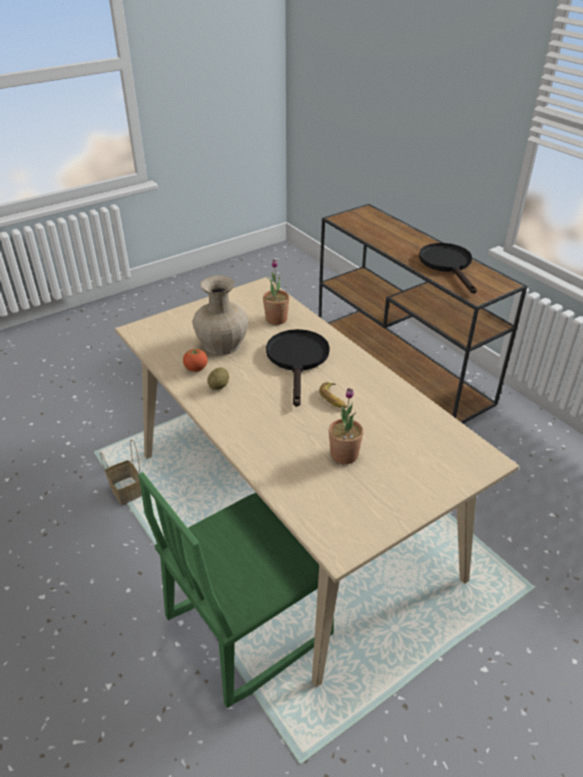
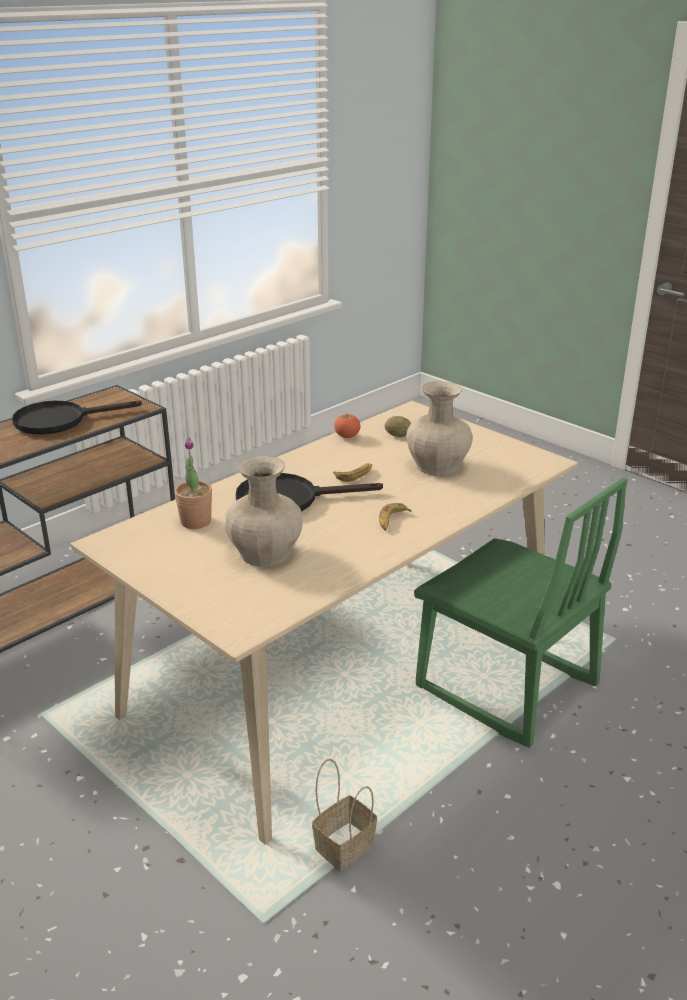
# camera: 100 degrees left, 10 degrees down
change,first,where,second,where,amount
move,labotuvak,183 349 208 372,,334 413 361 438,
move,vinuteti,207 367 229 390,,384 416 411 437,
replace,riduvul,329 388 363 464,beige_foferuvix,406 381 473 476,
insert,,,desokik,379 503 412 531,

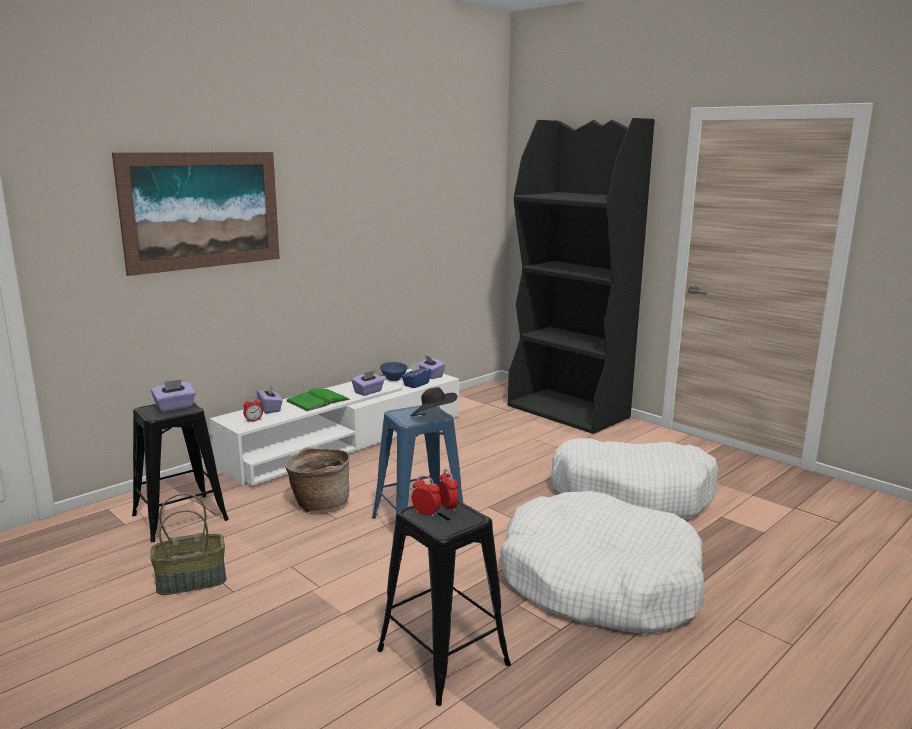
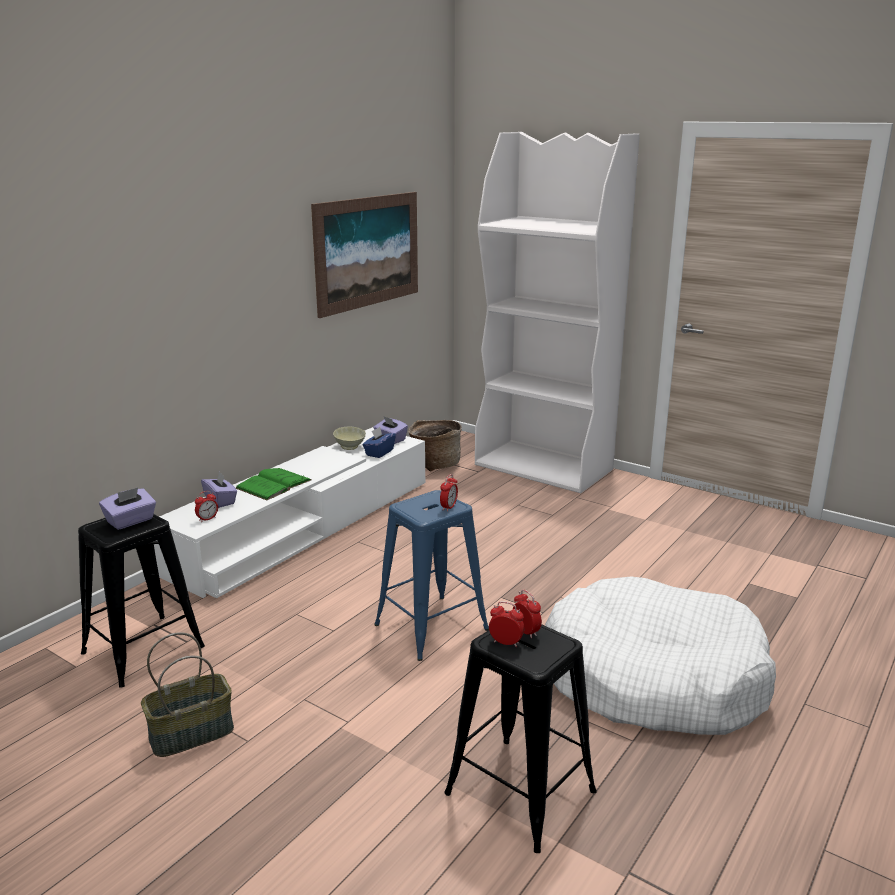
# camera: 10 degrees left, 5 degrees up
change,first,where,second,where,amount
recolor,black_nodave,508 118 655 434,white_nodave,475 132 640 493,
move,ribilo,112 152 280 276,,311 192 418 318,
recolor,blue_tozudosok,380 362 408 381,beige_tozudosok,333 427 366 450,
delete,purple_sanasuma,352 370 384 396,,,
replace,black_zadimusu,410 387 457 416,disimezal,440 474 458 511,
delete,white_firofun,551 438 718 519,,,
move,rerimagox,285 447 350 513,,408 420 462 472,

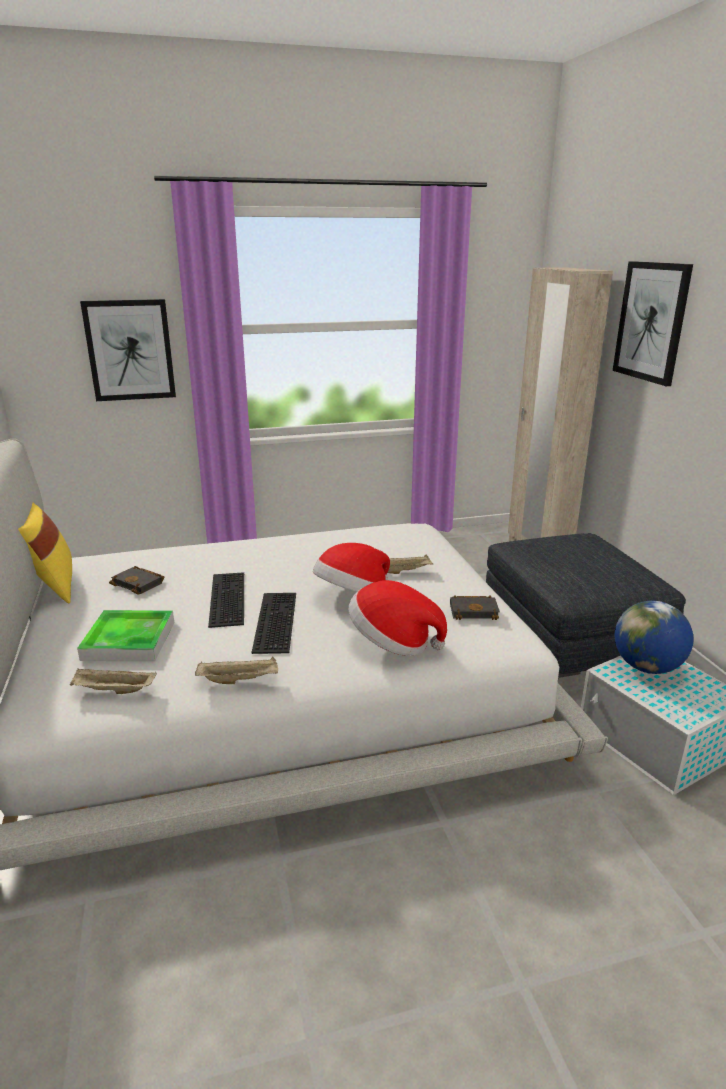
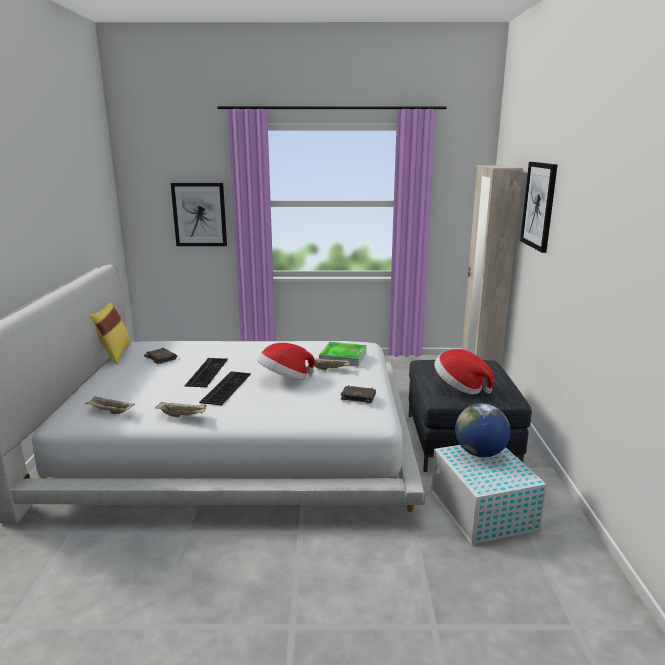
# camera: 15 degrees right, 5 degrees down
change,first,where,second,where,amount
move,zadimusu,349 580 447 656,,434 349 494 394,
move,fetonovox,77 610 174 661,,319 342 367 367,

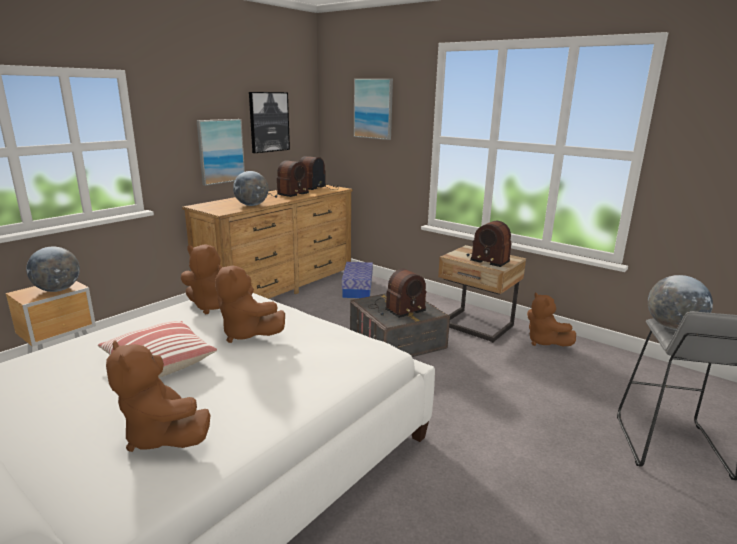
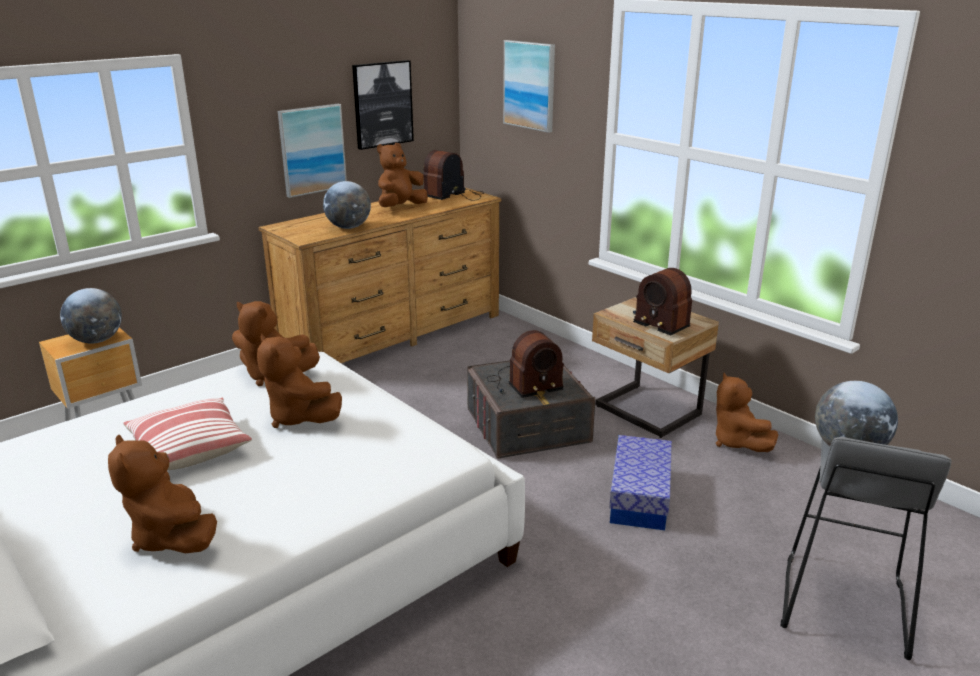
# camera: 10 degrees right, 5 degrees up
change,first,where,second,where,amount
replace,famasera,268 160 309 198,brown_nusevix,377 143 428 207,
move,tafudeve,342 262 373 298,,609 435 672 530,

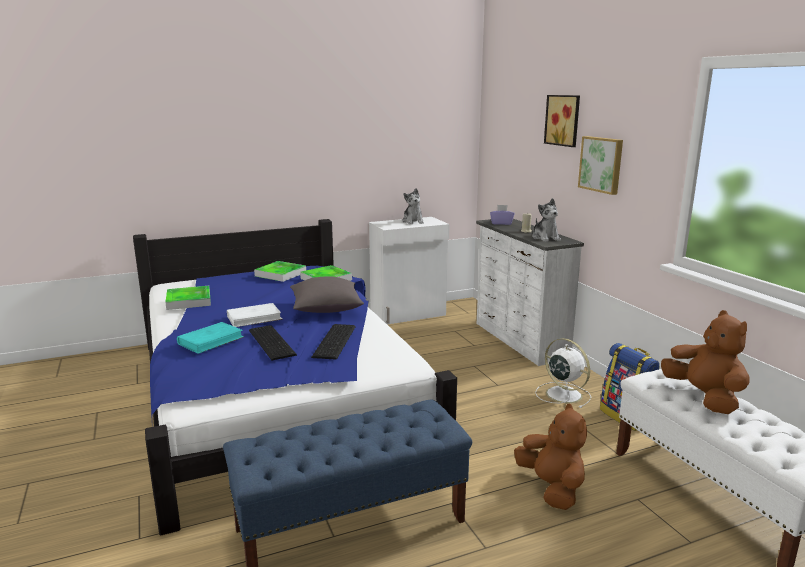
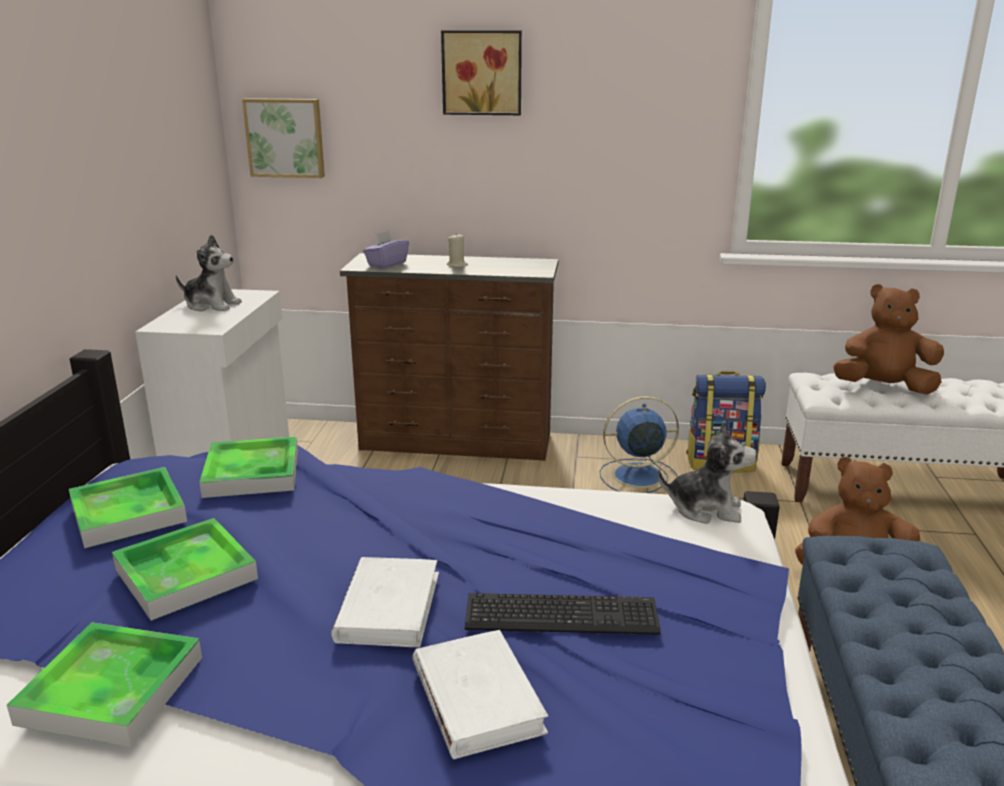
# camera: 60 degrees left, 5 degrees up
change,first,where,second,where,amount
move,ribilo,578 136 623 195,,242 98 325 178,
move,nusevix,532 198 561 242,,658 421 757 524,
recolor,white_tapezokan,476 219 584 366,brown_tapezokan,340 253 558 461,
delete,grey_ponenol,290 276 364 313,,,
recolor,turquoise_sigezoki,177 322 244 354,white_sigezoki,412 630 548 759,
delete,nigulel,311 324 356 360,,,
recolor,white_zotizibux,535 338 591 408,blue_zotizibux,600 396 679 493,
insert,,,fetonovox,112 518 258 621,

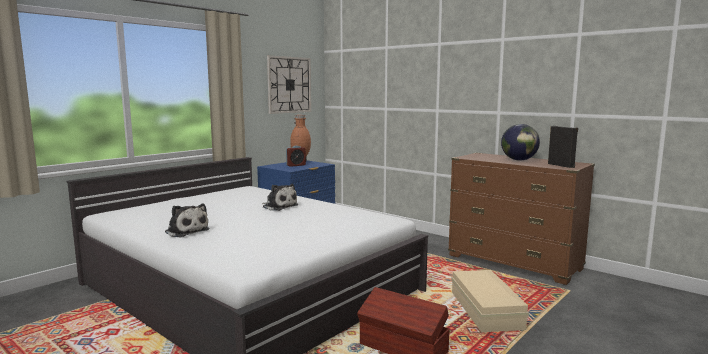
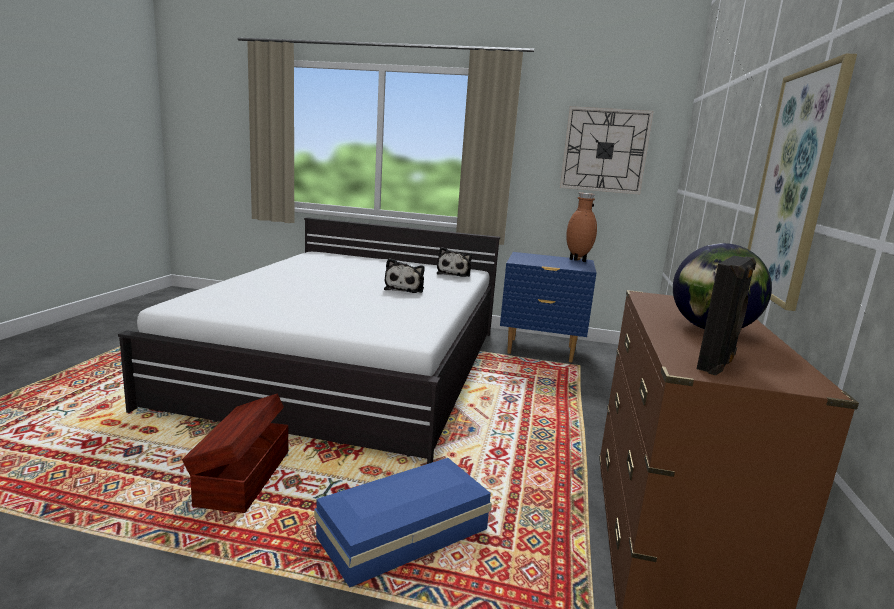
# camera: 60 degrees right, 5 degrees up
change,first,where,second,where,amount
delete,disimezal,286 146 306 167,,,
move,nusevix,165 203 210 238,,437 247 472 277,
recolor,beige_tafudeve,451 270 529 332,blue_tafudeve,314 458 492 587,
insert,,,ribilo,747 53 857 311,

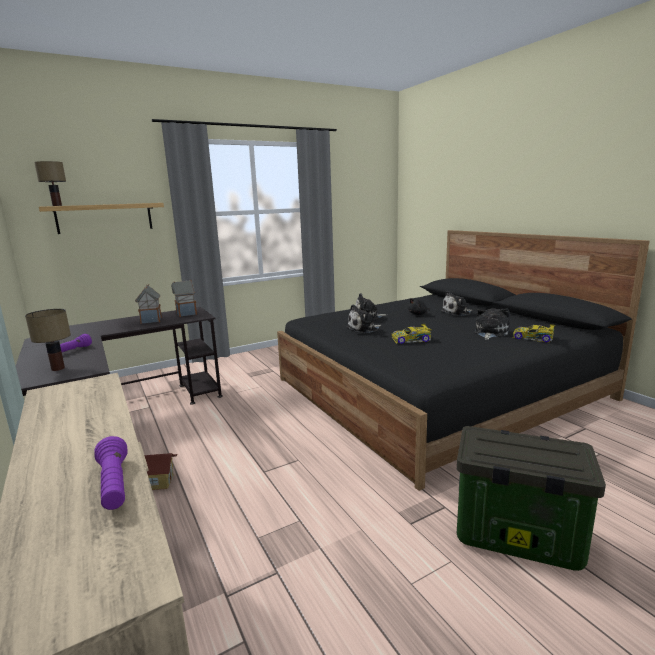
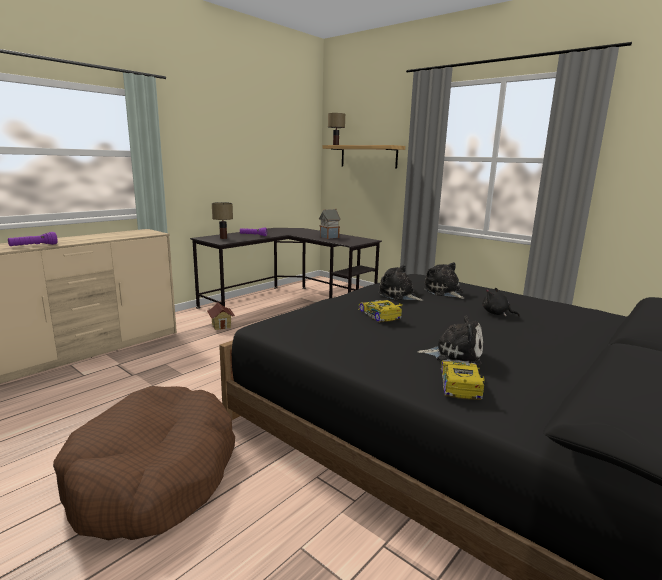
# camera: 70 degrees right, 0 degrees up
change,first,where,second,where,amount
delete,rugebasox,171 280 197 317,,,
delete,nusevix,441 291 472 316,,,
replace,tafudeve,457 426 606 571,brown_firofun,53 386 235 540,

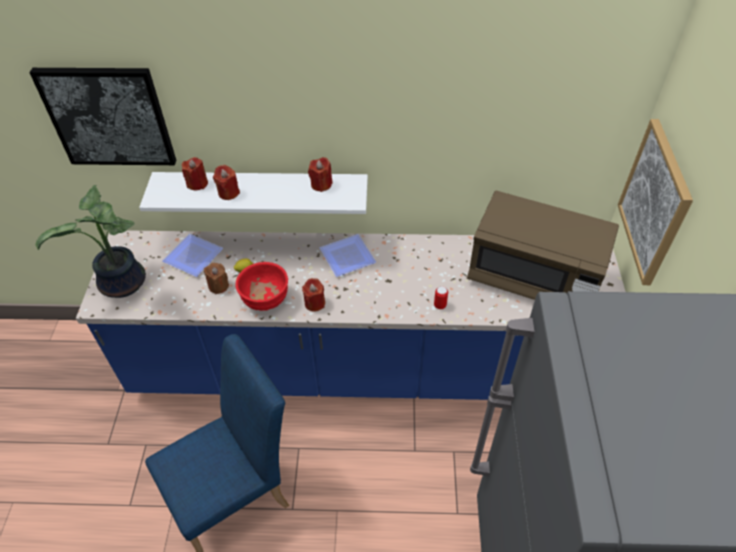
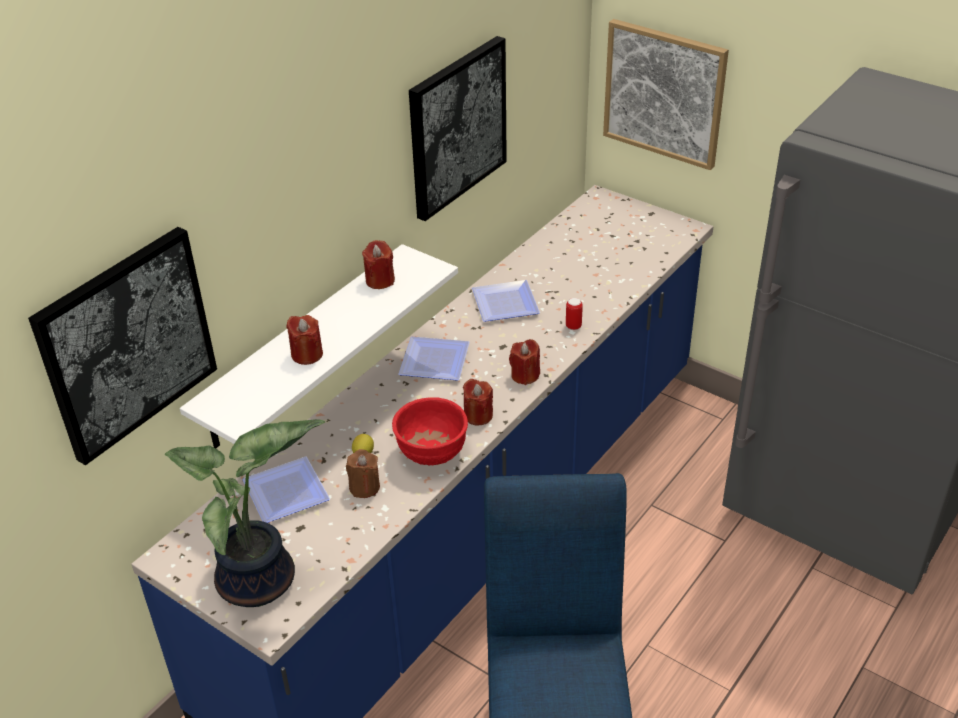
# camera: 55 degrees left, 10 degrees down
change,first,where,second,where,amount
move,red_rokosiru,182 157 208 190,,509 339 540 385,
delete,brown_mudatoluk,467 191 619 300,,,
insert,,,ribilo,409 36 507 221,
insert,,,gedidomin,472 280 540 322,

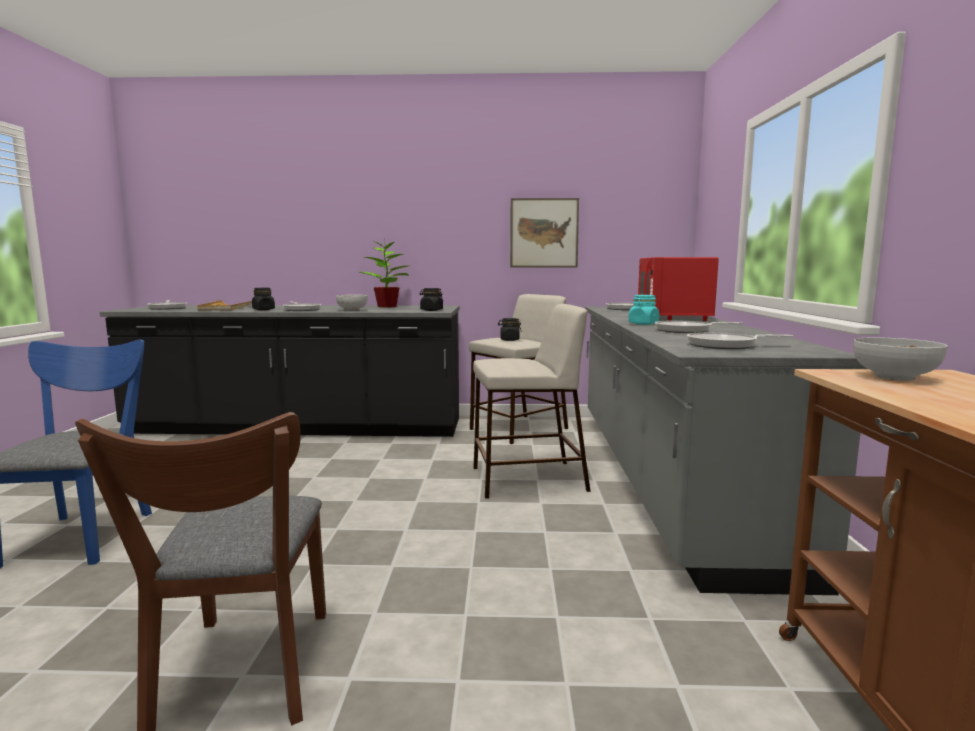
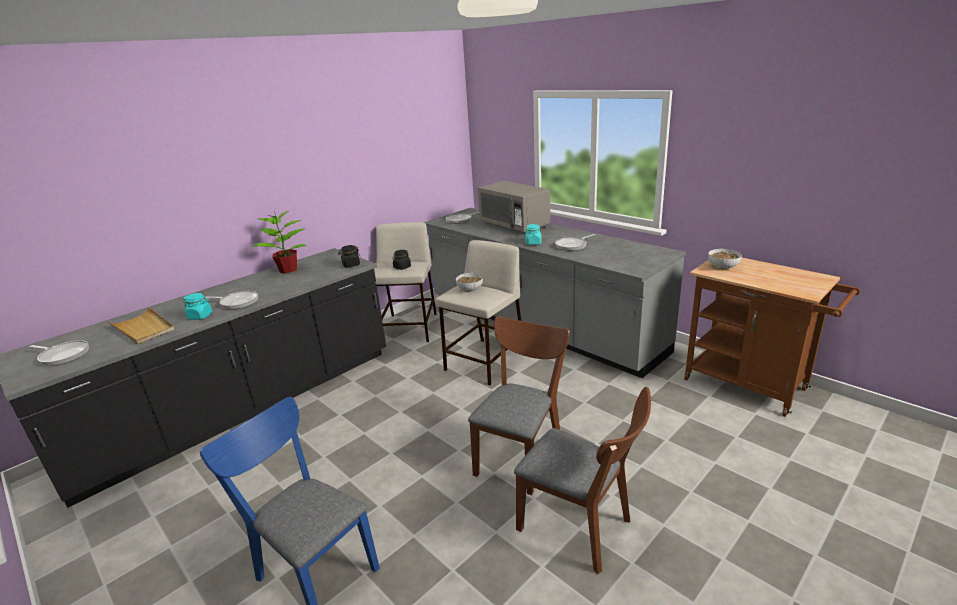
# camera: 45 degrees left, 15 degrees up
change,first,where,second,where,amount
delete,ribilo,510 198 579 268,,,
recolor,red_mudatoluk,638 257 719 321,grey_mudatoluk,478 181 551 232,
recolor,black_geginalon,252 288 275 310,turquoise_geginalon,183 293 212 320,
move,tozudosok,336 295 368 311,,456 273 483 292,
delete,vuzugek,687 332 794 349,,,
insert,,,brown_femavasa,468 316 570 495,

